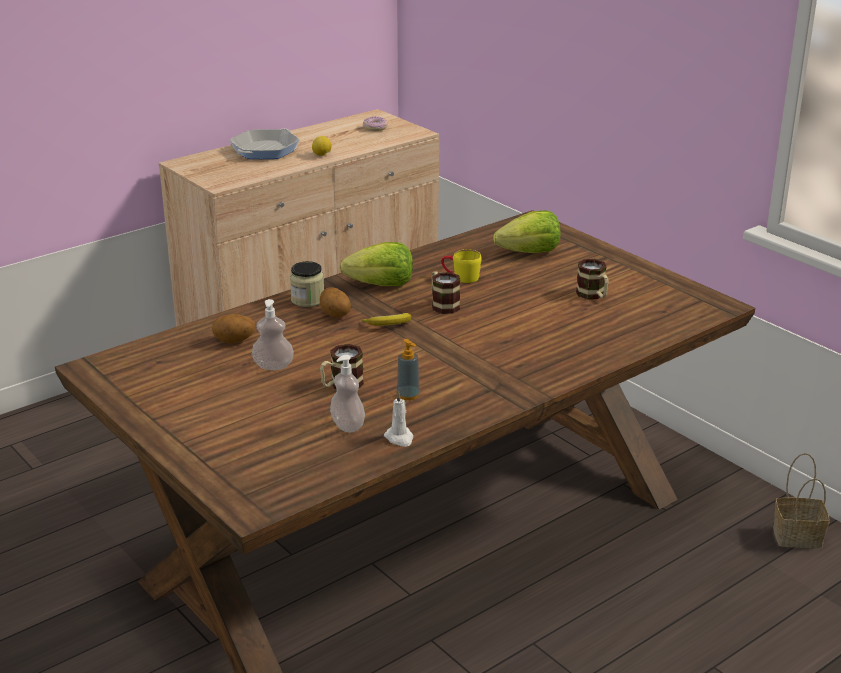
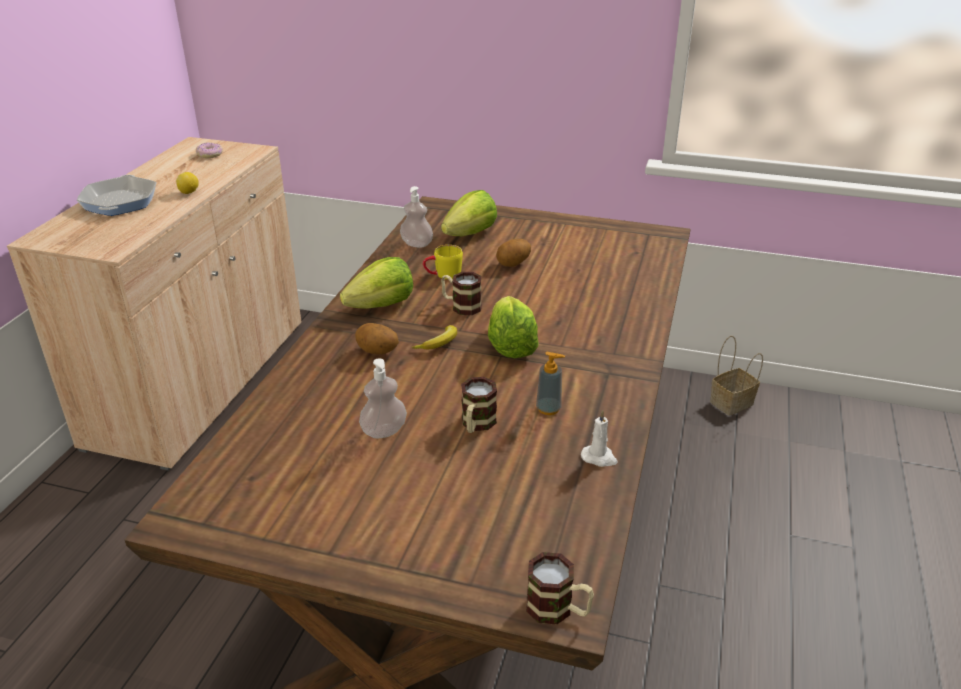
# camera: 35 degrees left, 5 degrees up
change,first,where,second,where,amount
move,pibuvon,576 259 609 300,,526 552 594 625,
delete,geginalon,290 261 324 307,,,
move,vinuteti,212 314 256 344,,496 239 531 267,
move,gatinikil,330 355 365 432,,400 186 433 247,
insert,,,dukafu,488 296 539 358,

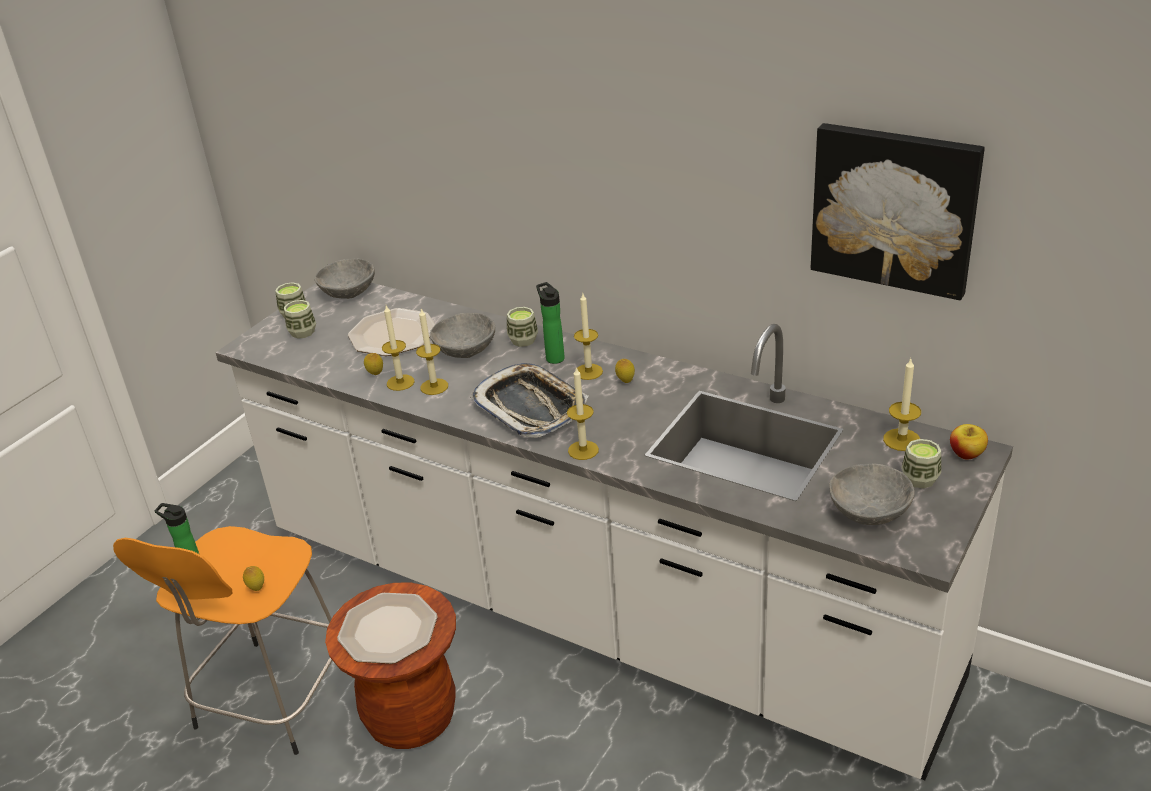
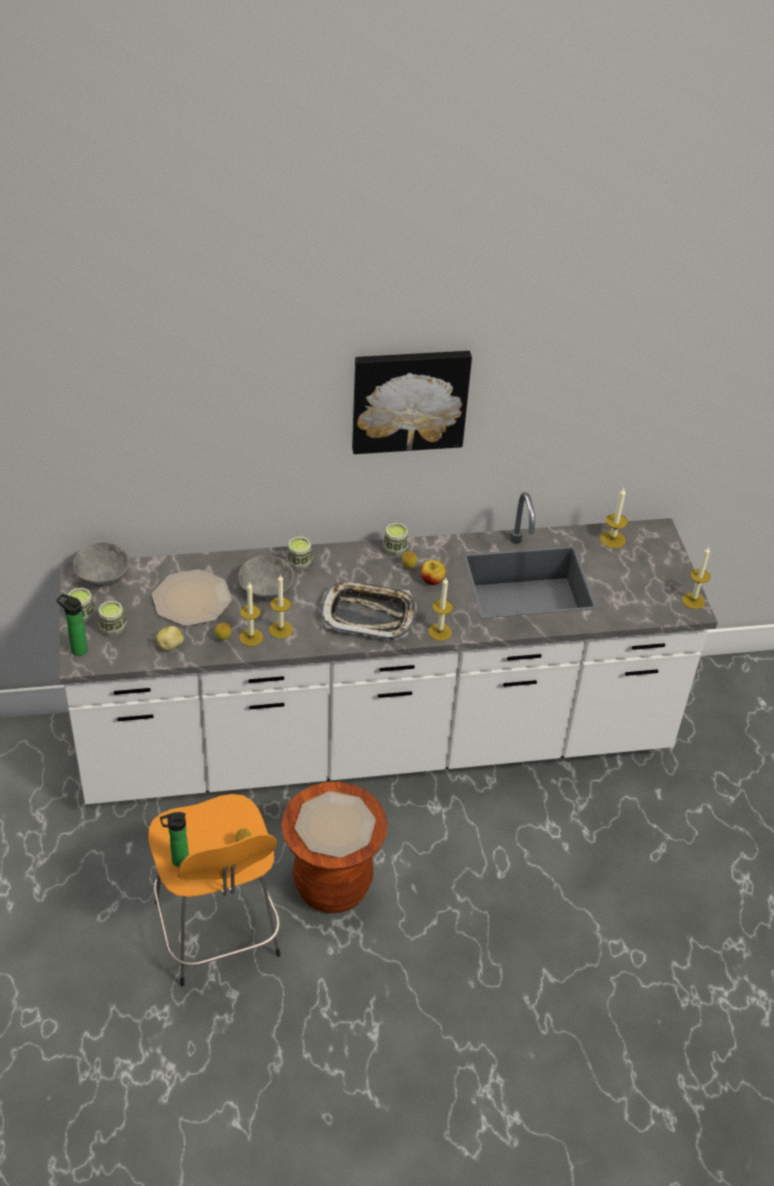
# camera: 45 degrees left, 10 degrees up
change,first,where,second,where,amount
move,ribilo,811 123 985 300,,352 351 472 454,
move,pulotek,536 282 565 364,,56 594 88 656,
move,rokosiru,574 294 603 380,,682 546 710 609,
move,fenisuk,950 424 988 460,,420 560 446 585,
move,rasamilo,901 439 941 489,,383 523 408 556,
delete,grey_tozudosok,829 464 915 525,,,
insert,,,vinuteti,156 626 184 651,

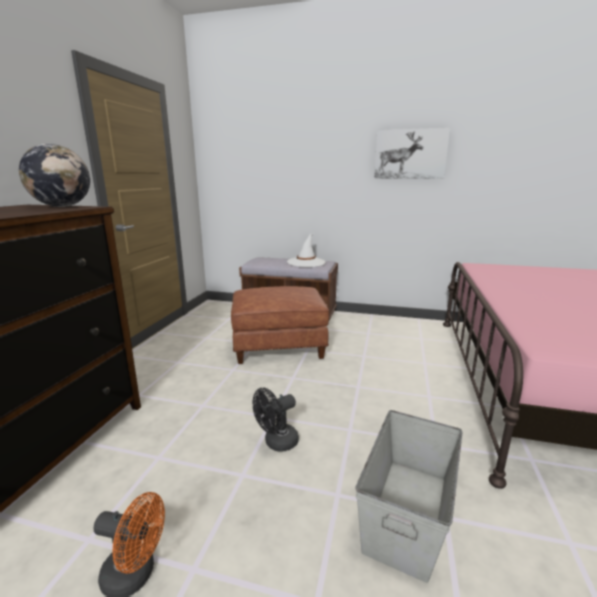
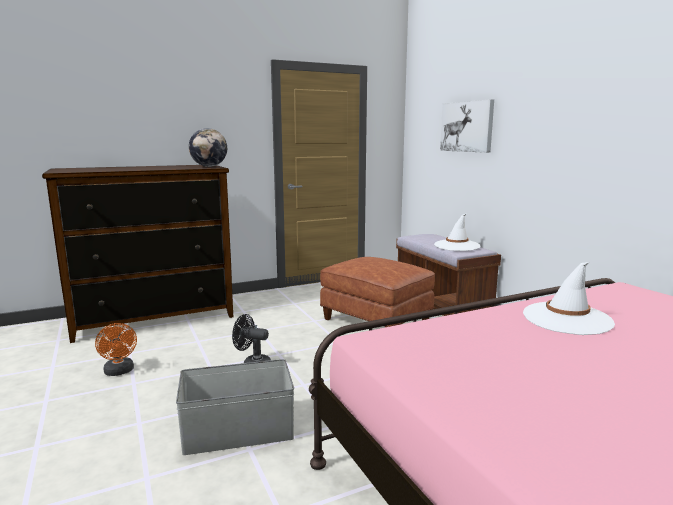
# camera: 50 degrees right, 5 degrees down
change,first,where,second,where,amount
move,ribilo,374 128 450 179,,440 99 494 153,
insert,,,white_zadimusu,523 262 615 335,

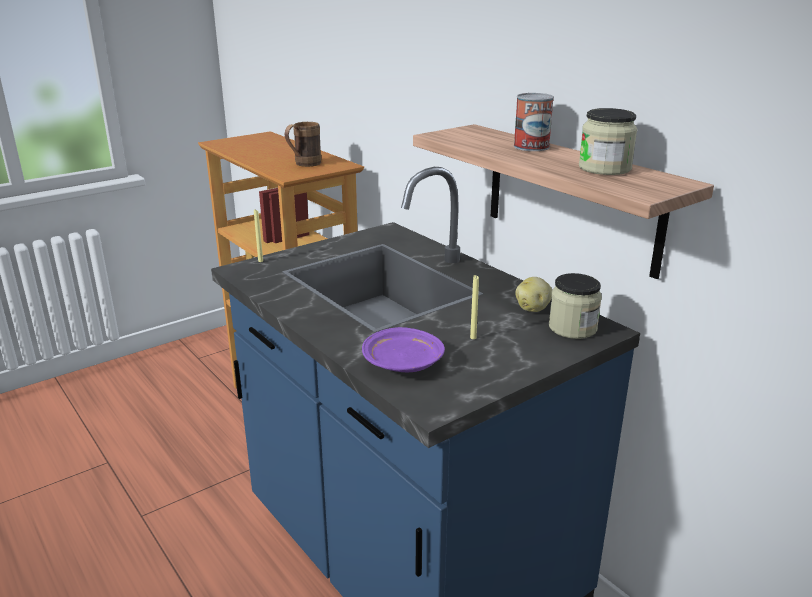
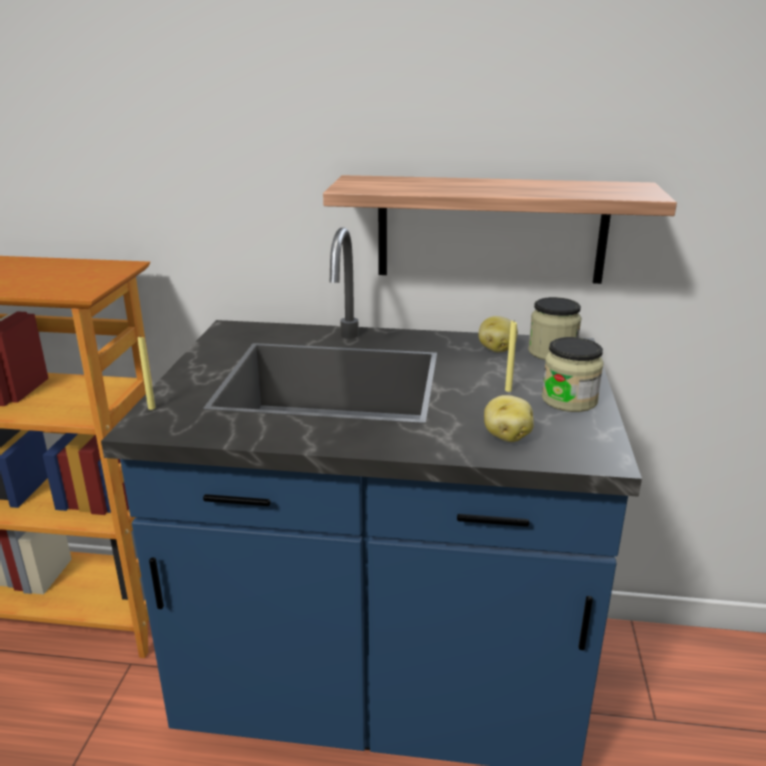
# camera: 45 degrees left, 0 degrees up
change,first,where,second,where,amount
delete,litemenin,514 93 554 151,,,
move,geginalon,579 108 637 175,,542 337 604 412,
delete,brown_pibuvon,285 122 321 167,,,
replace,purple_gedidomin,362 327 445 372,vinuteti,484 395 534 442,

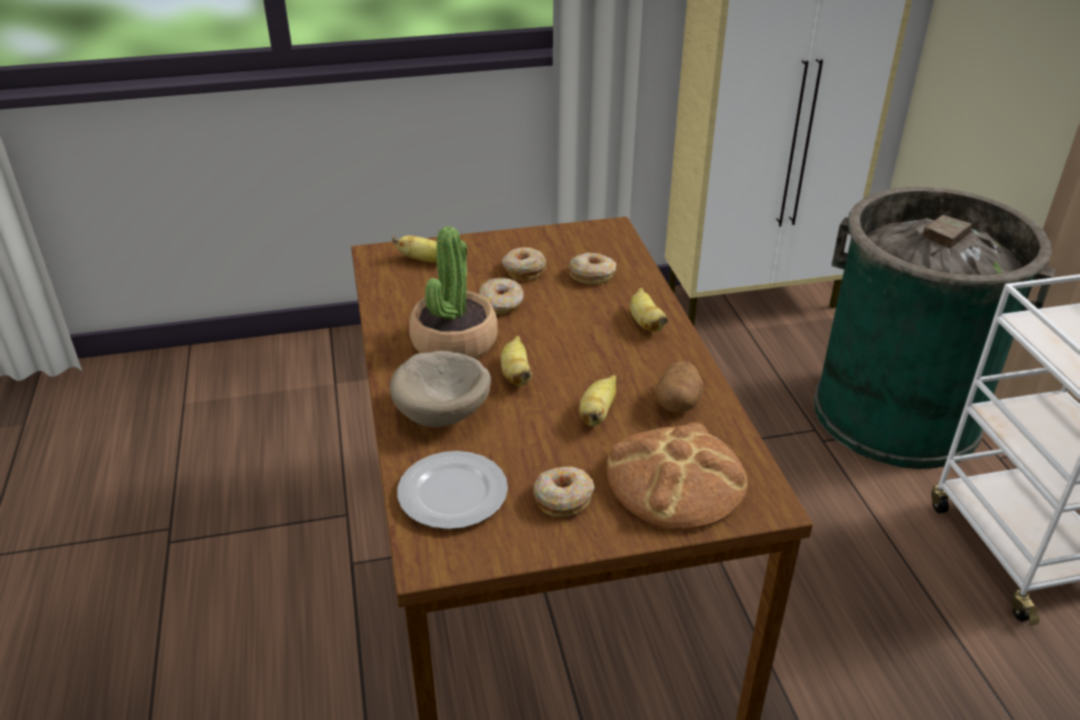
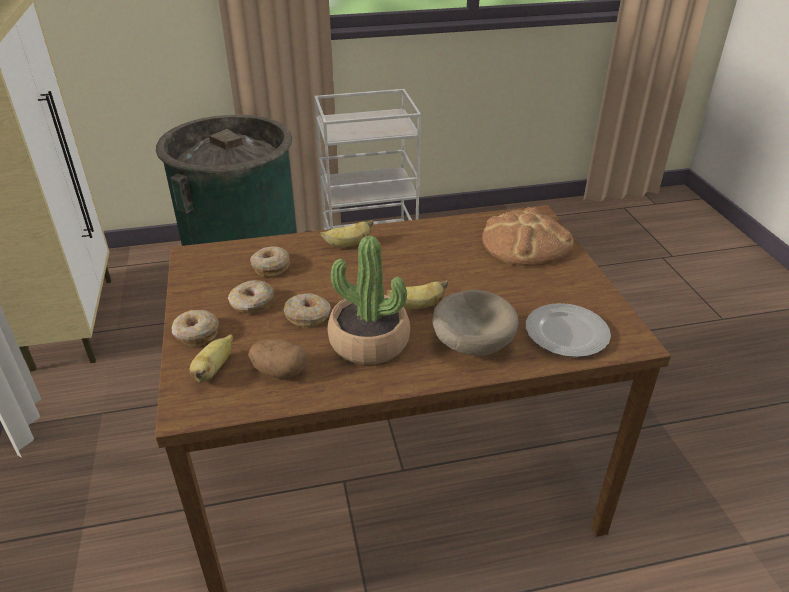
# camera: 90 degrees left, 0 degrees up
change,first,where,second,where,amount
move,vinuteti,656 361 703 413,,248 339 307 378,
delete,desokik,579 375 617 427,,,
move,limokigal,533 467 595 517,,172 310 219 347,

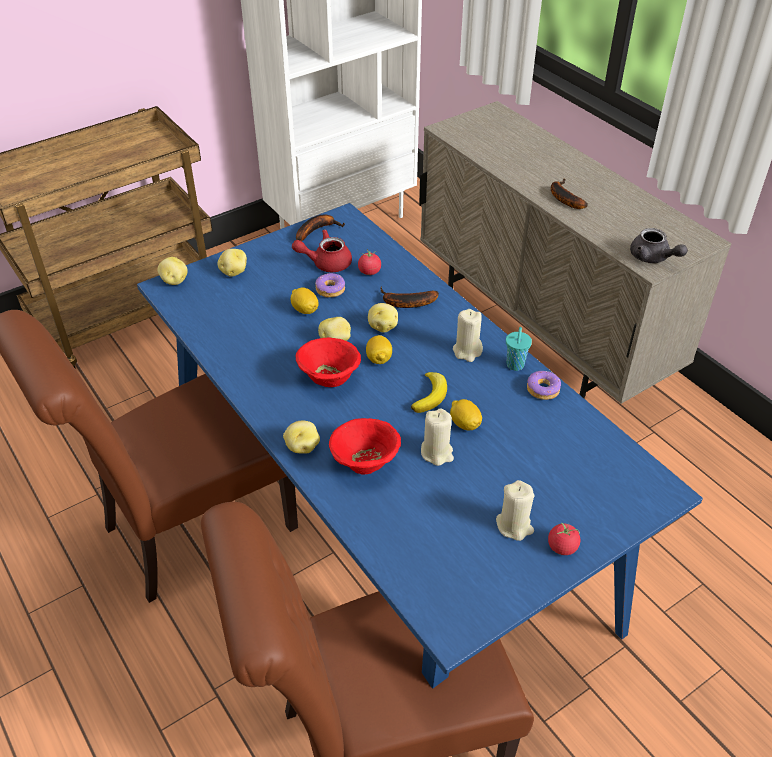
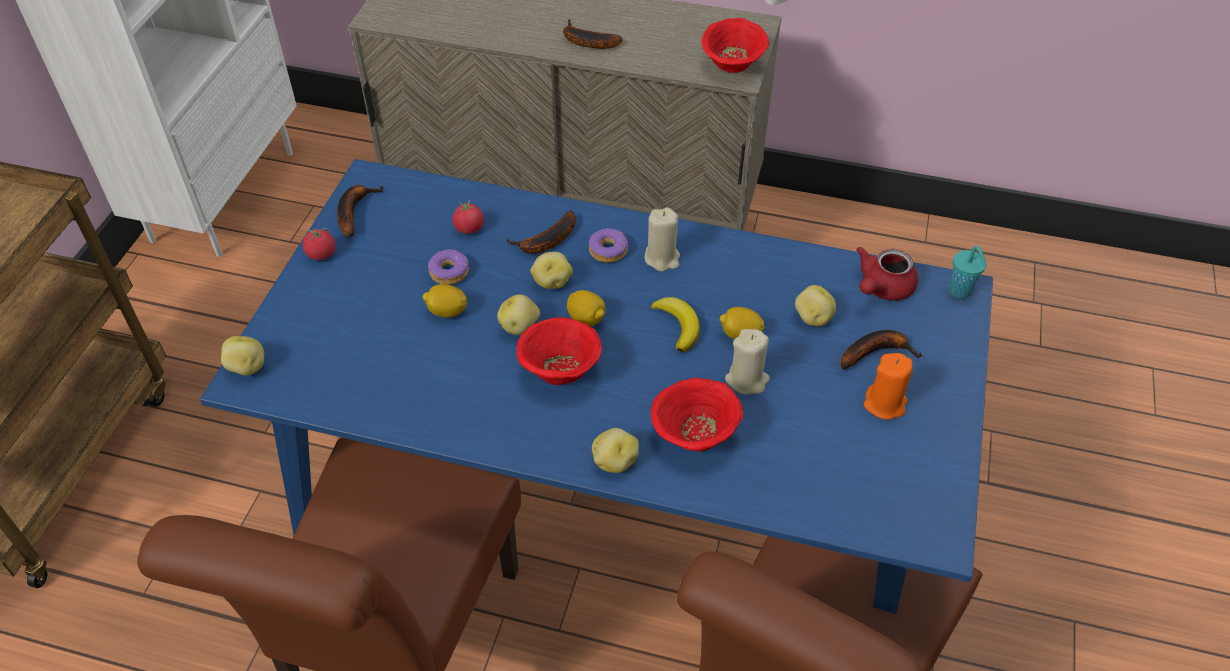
# camera: 40 degrees left, 5 degrees up
change,first,where,second,where,amount
replace,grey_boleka,630 228 688 263,red_tozudosok,701 18 769 73,
move,red_boleka,292 229 352 272,,856 247 918 301,
move,vinuteti,218 249 247 276,,795 285 836 326,
move,turquoise_rasamilo,506 327 532 371,,949 246 987 298,
move,limokigal,527 371 561 400,,589 228 628 263,
recolor,beige_rokosiru,496 480 534 541,orange_rokosiru,864 353 913 420,
move,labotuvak,548 523 580 555,,303 228 336 260,
insert,,,desokik,840 330 923 370,

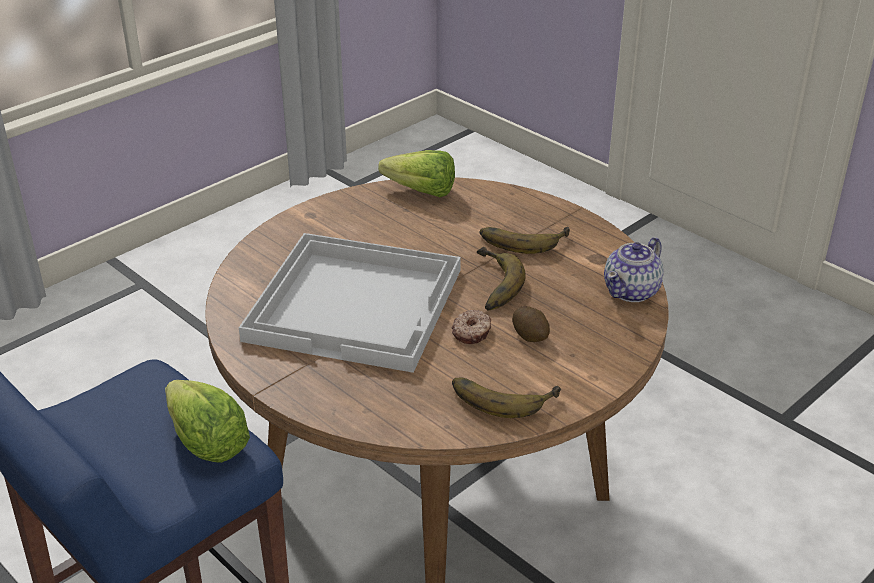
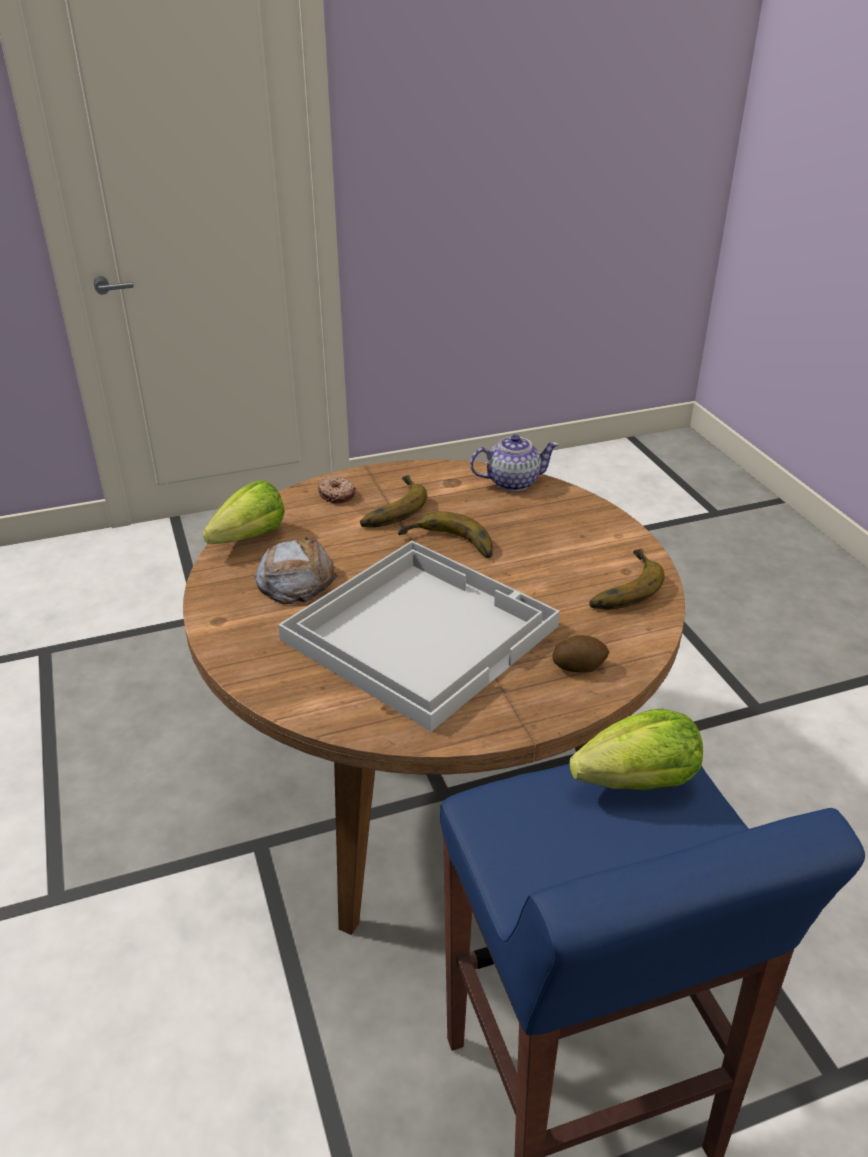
# camera: 65 degrees left, 0 degrees up
change,first,where,second,where,amount
rotate,boleka,604 237 664 302,,470 434 559 491,75 degrees counterclockwise
move,vinuteti,512 306 550 342,,552 635 609 672,
move,limokigal,452 310 491 344,,318 476 356 503,
insert,,,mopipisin,254 536 338 604,

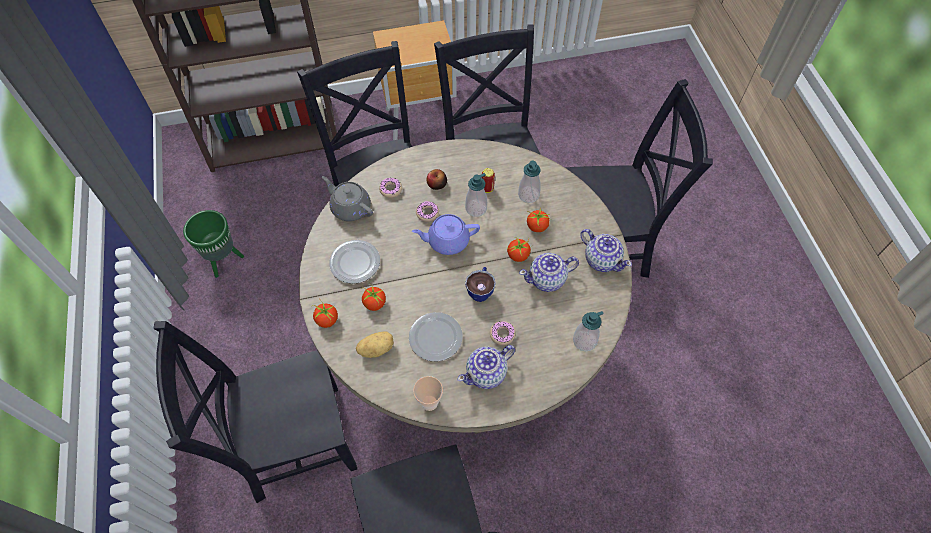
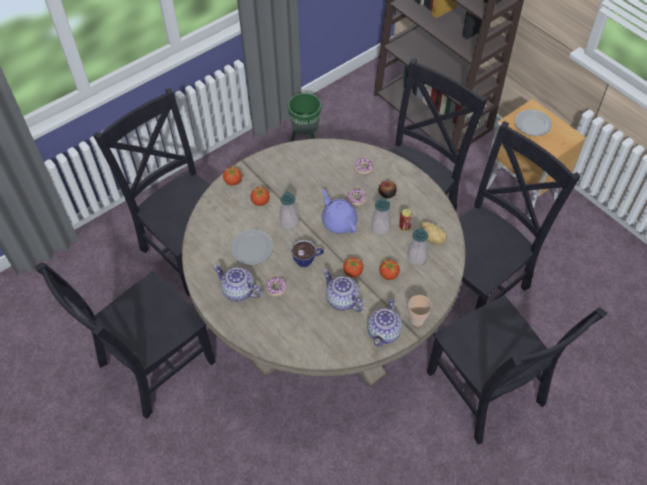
# camera: 65 degrees right, 5 degrees down
change,first,where,second,where,amount
delete,grey_boleka,322 176 373 221,,,
move,gedidomin,329 240 380 284,,515 109 552 136,
move,gatinikil,573 311 604 352,,279 191 299 229,
move,vinuteti,356 332 394 358,,420 222 447 245,
move,rasamilo,413 376 443 411,,408 295 432 326,

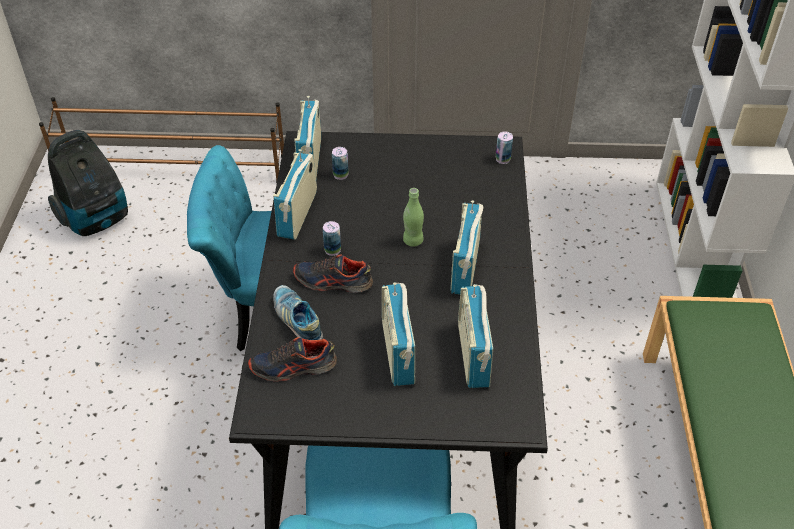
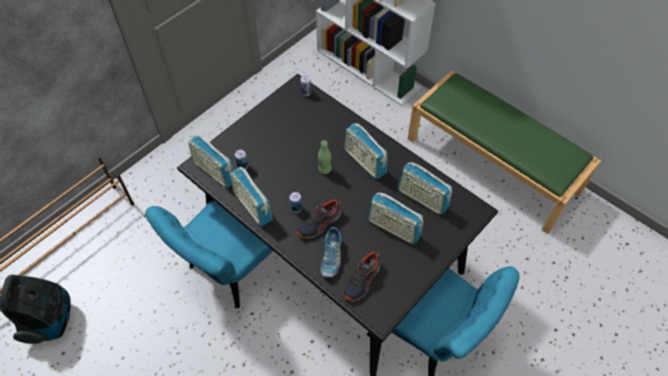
# camera: 50 degrees left, 10 degrees up
change,first,where,second,where,amount
rotate,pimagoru,273 285 323 340,,321 227 341 278,90 degrees counterclockwise

